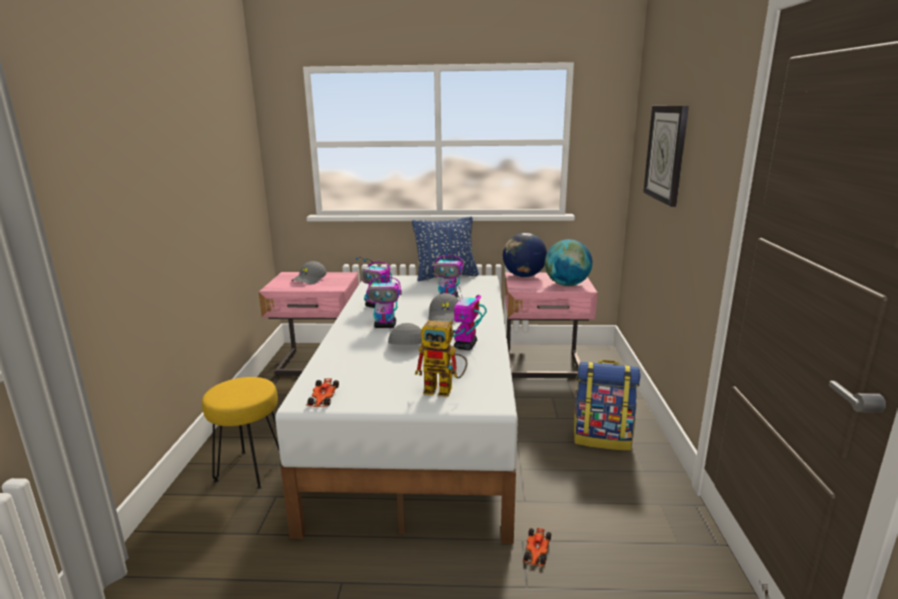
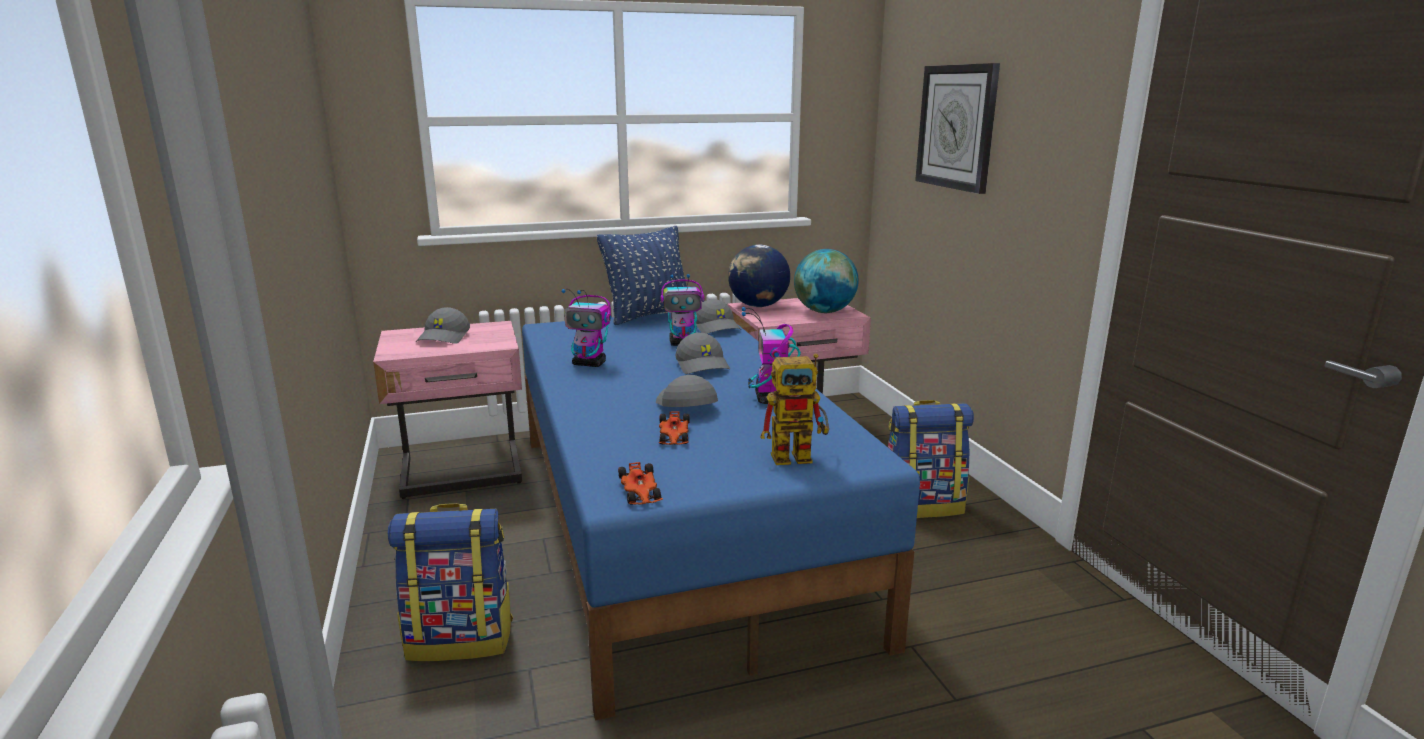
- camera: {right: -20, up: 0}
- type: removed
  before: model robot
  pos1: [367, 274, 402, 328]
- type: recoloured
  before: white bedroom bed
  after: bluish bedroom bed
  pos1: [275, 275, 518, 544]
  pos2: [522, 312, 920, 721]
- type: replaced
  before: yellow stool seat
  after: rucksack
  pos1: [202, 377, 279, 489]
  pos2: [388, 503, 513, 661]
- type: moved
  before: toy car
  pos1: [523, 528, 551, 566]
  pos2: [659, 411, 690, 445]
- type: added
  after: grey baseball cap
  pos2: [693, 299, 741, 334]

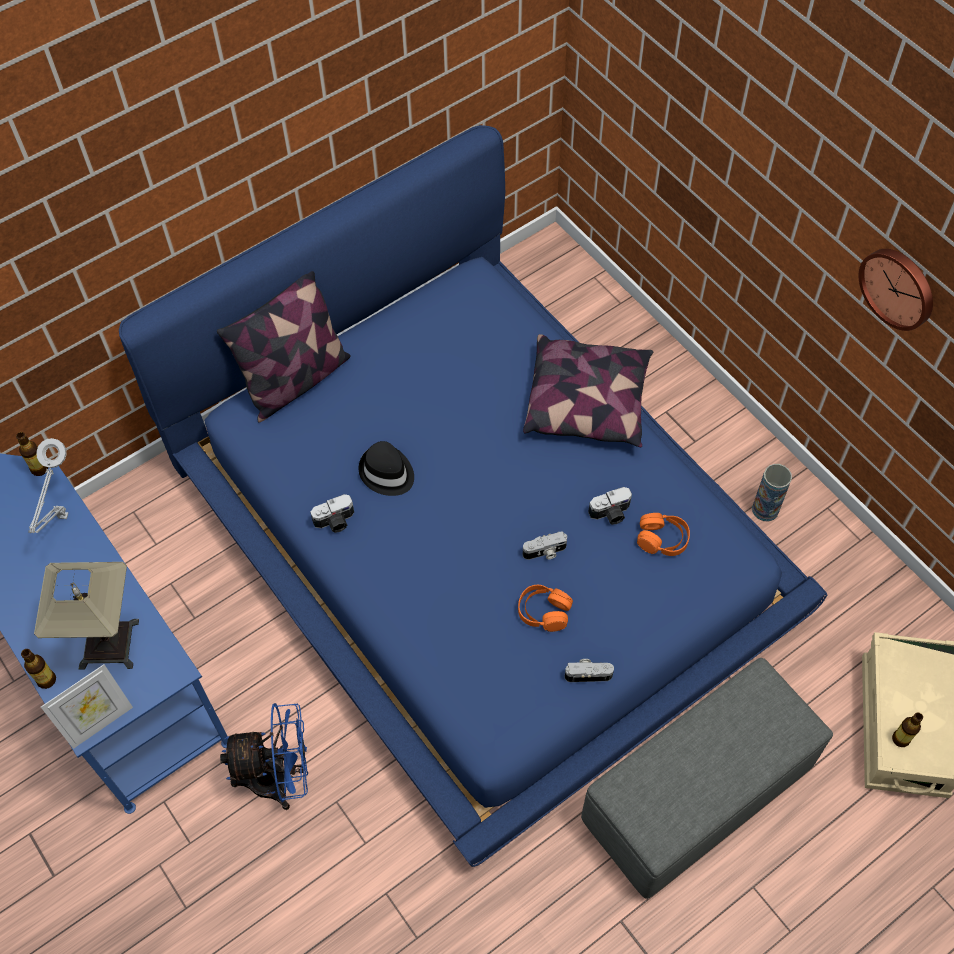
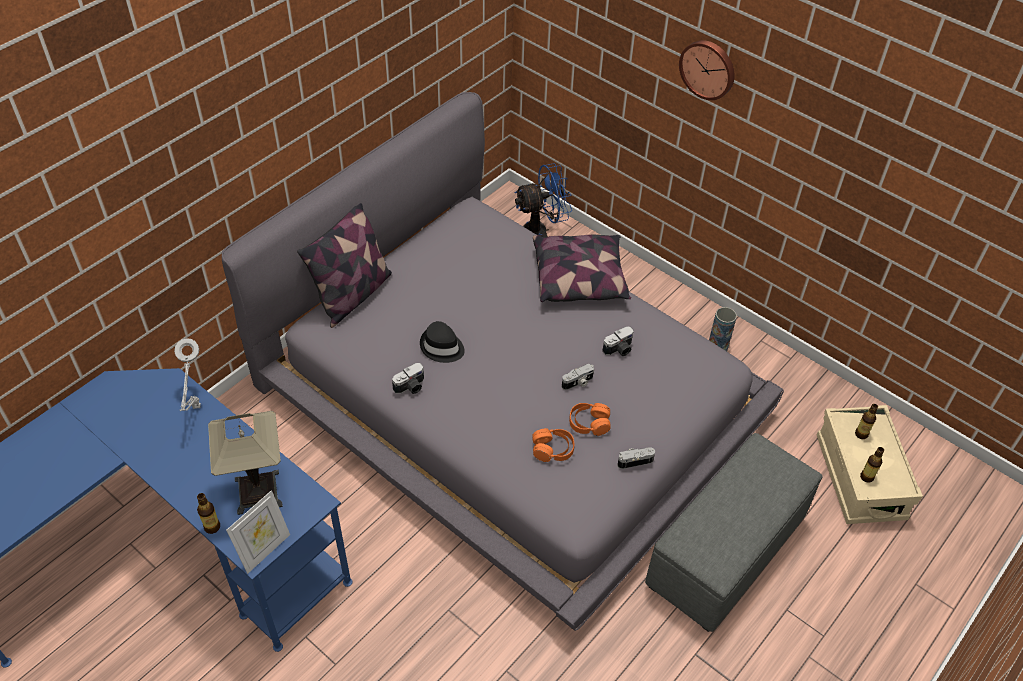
- camera: {right: -15, up: -10}
- type: recoloured
  before: bluish bedroom bed
  after: grey bedroom bed
  pos1: [119, 125, 827, 867]
  pos2: [222, 92, 784, 631]
- type: moved
  before: clock on the wall
  pos1: [859, 249, 933, 331]
  pos2: [679, 40, 735, 100]
- type: moved
  before: beverage bottle
  pos1: [16, 432, 48, 476]
  pos2: [855, 404, 878, 439]
- type: moved
  before: orange-coloured headphones
  pos1: [637, 513, 690, 556]
  pos2: [532, 428, 574, 462]
- type: moved
  before: bluish fan
  pos1: [220, 703, 308, 810]
  pos2: [514, 163, 572, 238]

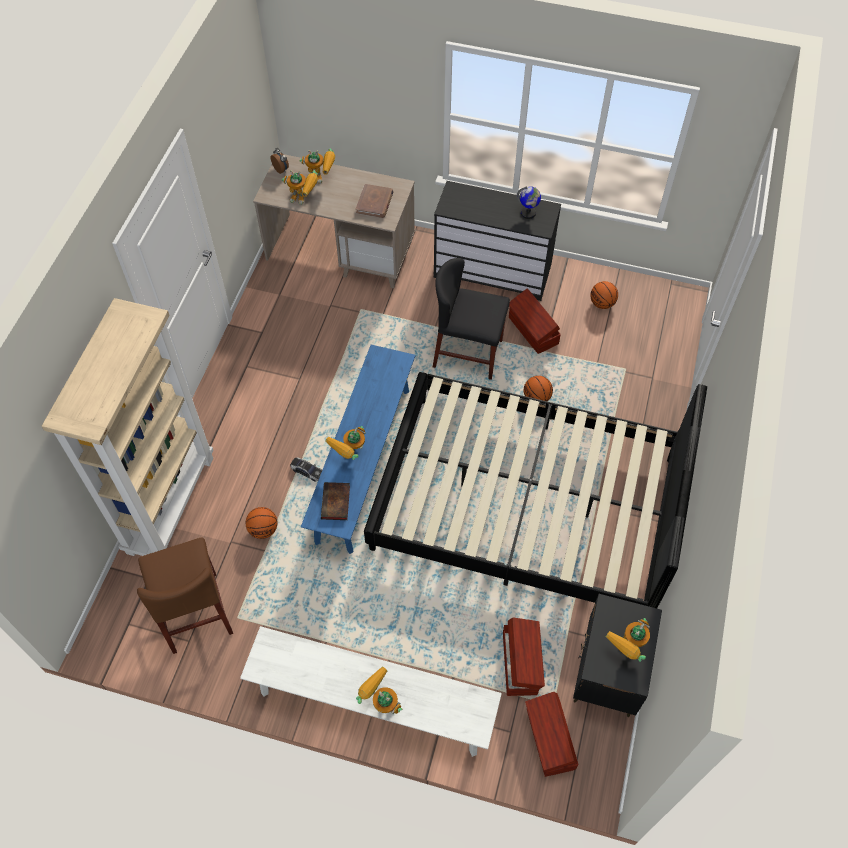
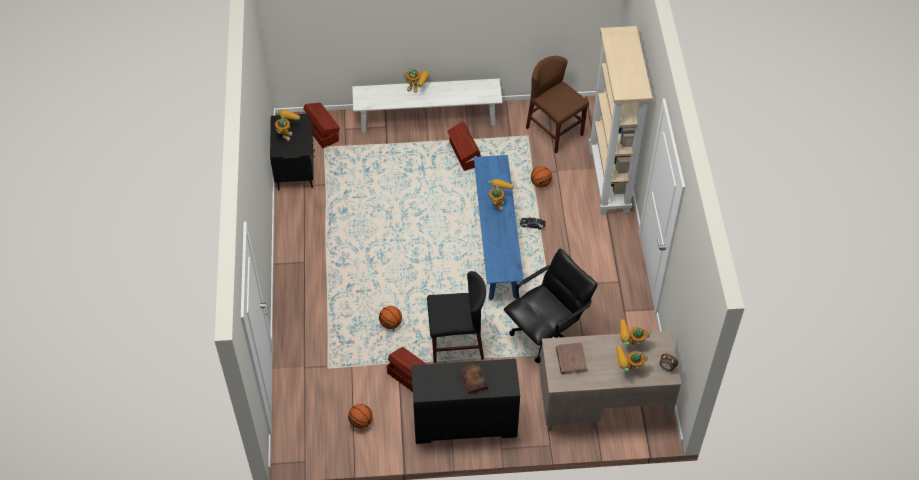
- camera: {right: 160, up: -5}
- type: removed
  before: globe
  pos1: [516, 186, 541, 219]
- type: removed
  before: black-coloured bedroom bed
  pos1: [364, 372, 707, 608]
- type: moved
  before: bound book
  pos1: [321, 482, 350, 520]
  pos2: [459, 362, 488, 394]
- type: moved
  before: brown-coloured storage bin
  pos1: [503, 617, 545, 696]
  pos2: [447, 121, 481, 171]
- type: added
  after: black-coloured office chair
  pos2: [504, 249, 598, 363]

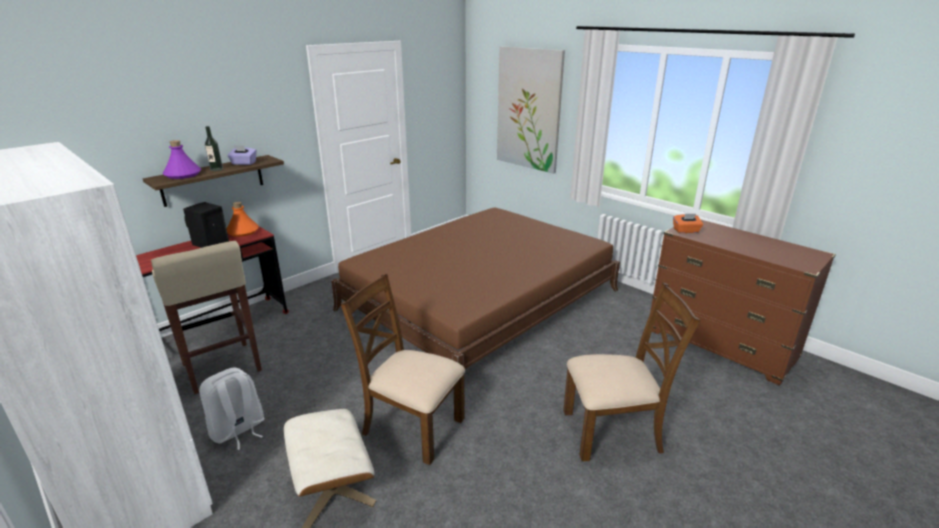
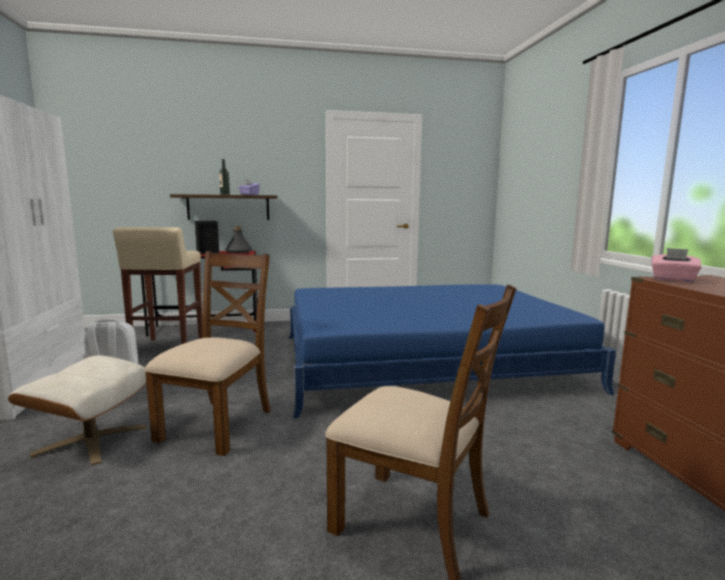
- camera: {right: 35, up: -15}
- type: removed
  before: wall art
  pos1: [497, 46, 565, 174]
- type: removed
  before: purplish beverage bottle
  pos1: [163, 140, 201, 179]
- type: recoloured
  before: orange-coloured beverage bottle
  after: grey beverage bottle
  pos1: [227, 202, 259, 237]
  pos2: [225, 226, 252, 253]
- type: recoloured
  before: brown-coloured bedroom bed
  after: bluish bedroom bed
  pos1: [331, 208, 620, 369]
  pos2: [289, 284, 616, 418]
- type: recoloured
  before: orange-coloured tissue box
  after: pink-coloured tissue box
  pos1: [673, 213, 703, 233]
  pos2: [652, 248, 702, 282]
- type: turned
  before: brown-coloured plain chair
  pos1: [341, 274, 465, 465]
  pos2: [145, 251, 271, 456]
  turn: 45

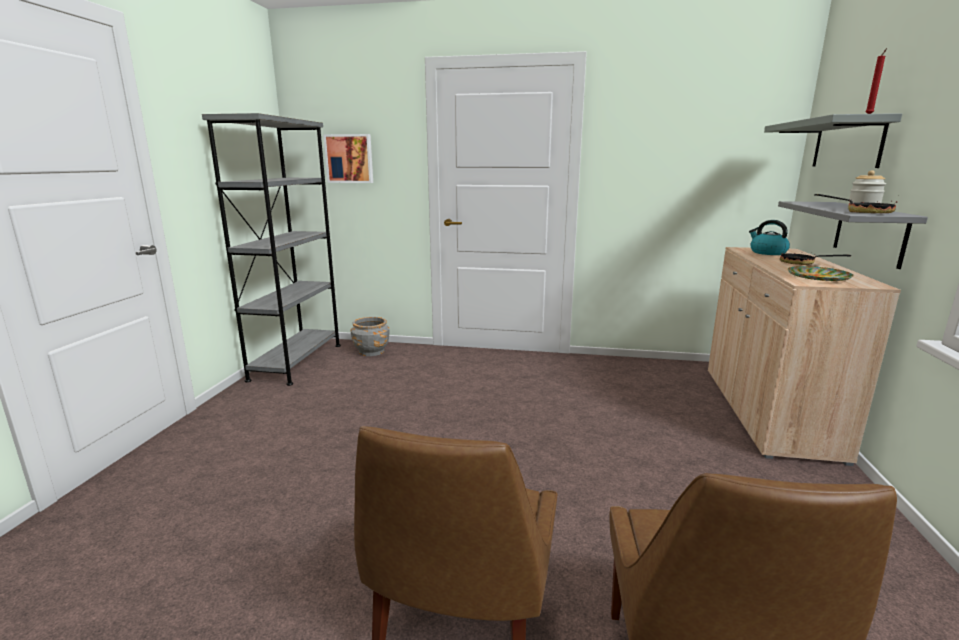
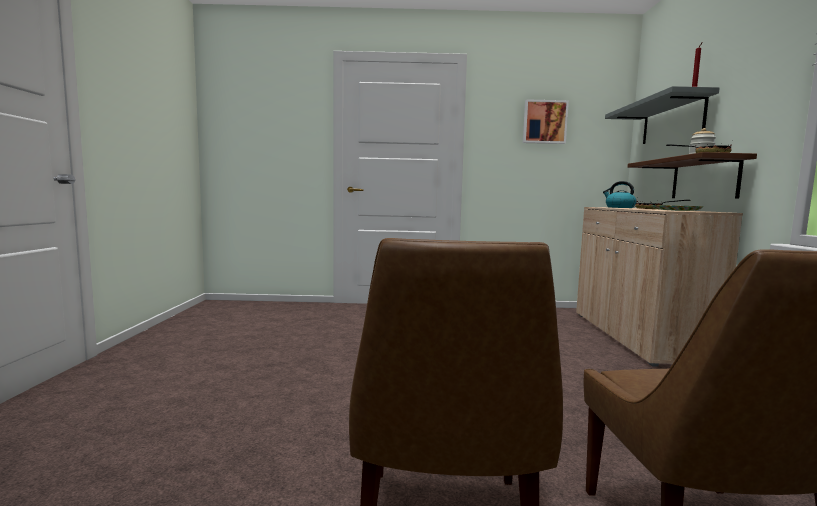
- camera: {right: -10, up: -10}
- type: removed
  before: grey bookcase
  pos1: [202, 113, 341, 386]
- type: moved
  before: wall art
  pos1: [323, 134, 373, 183]
  pos2: [523, 99, 569, 144]
- type: recoloured
  before: grey wall shelf
  after: brown-coloured wall shelf
  pos1: [778, 201, 928, 269]
  pos2: [628, 152, 757, 198]
- type: removed
  before: grey planter
  pos1: [351, 317, 390, 356]

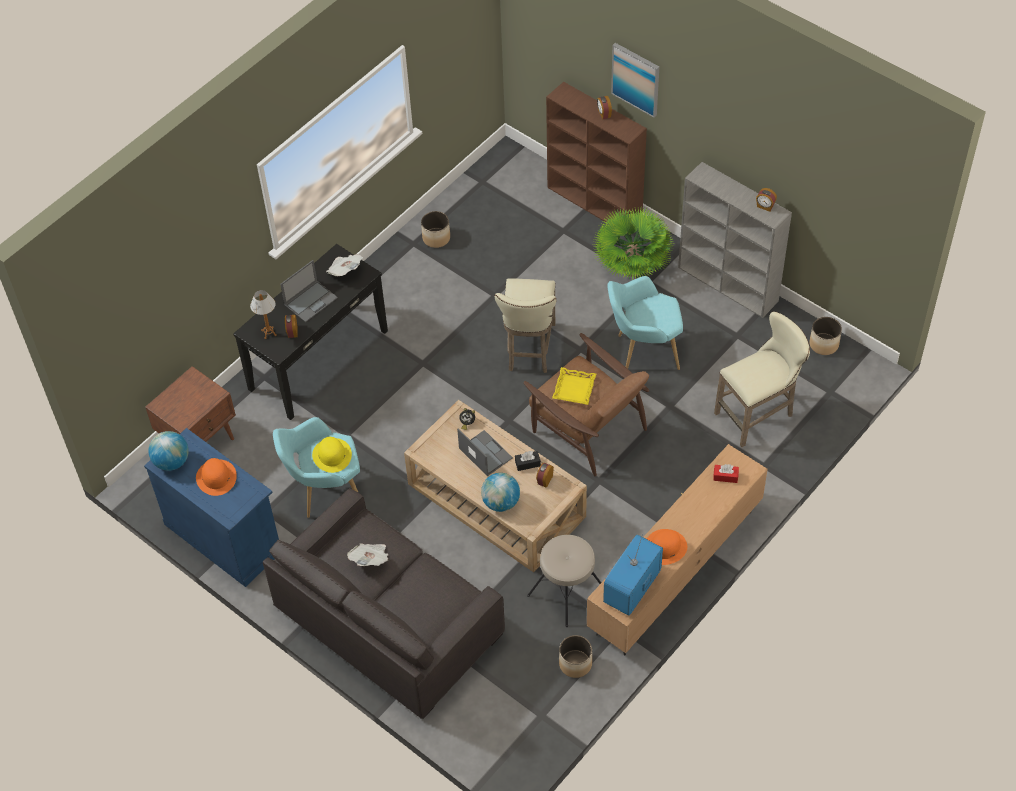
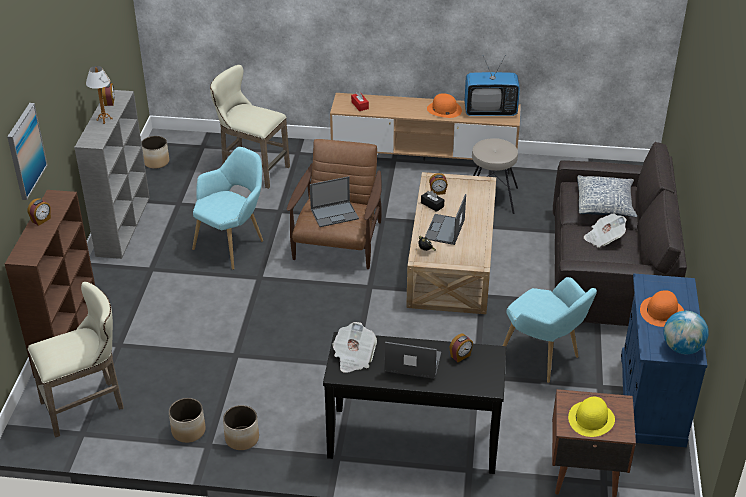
- camera: {right: -125, up: -15}
- type: removed
  before: houseplant
  pos1: [593, 208, 674, 279]
- type: turned
  before: turquoise lounge chair
  pos1: [607, 276, 683, 370]
  pos2: [192, 147, 263, 270]
  turn: -105
- type: moved
  before: sand-coloured stool seat
  pos1: [494, 278, 556, 373]
  pos2: [28, 282, 124, 438]
- type: moved
  before: lamp for a table
  pos1: [250, 290, 277, 339]
  pos2: [86, 66, 113, 124]
- type: replaced
  before: yellow serving tray
  after: notebook computer
  pos1: [552, 367, 596, 405]
  pos2: [310, 176, 359, 227]
- type: moved
  before: yellow clothing hat
  pos1: [312, 437, 352, 473]
  pos2: [568, 397, 615, 437]
- type: removed
  before: globe
  pos1: [481, 473, 520, 512]
- type: moved
  before: planter
  pos1: [559, 635, 592, 678]
  pos2: [223, 405, 259, 450]
- type: added
  after: throw pillow
  pos2: [577, 175, 637, 217]

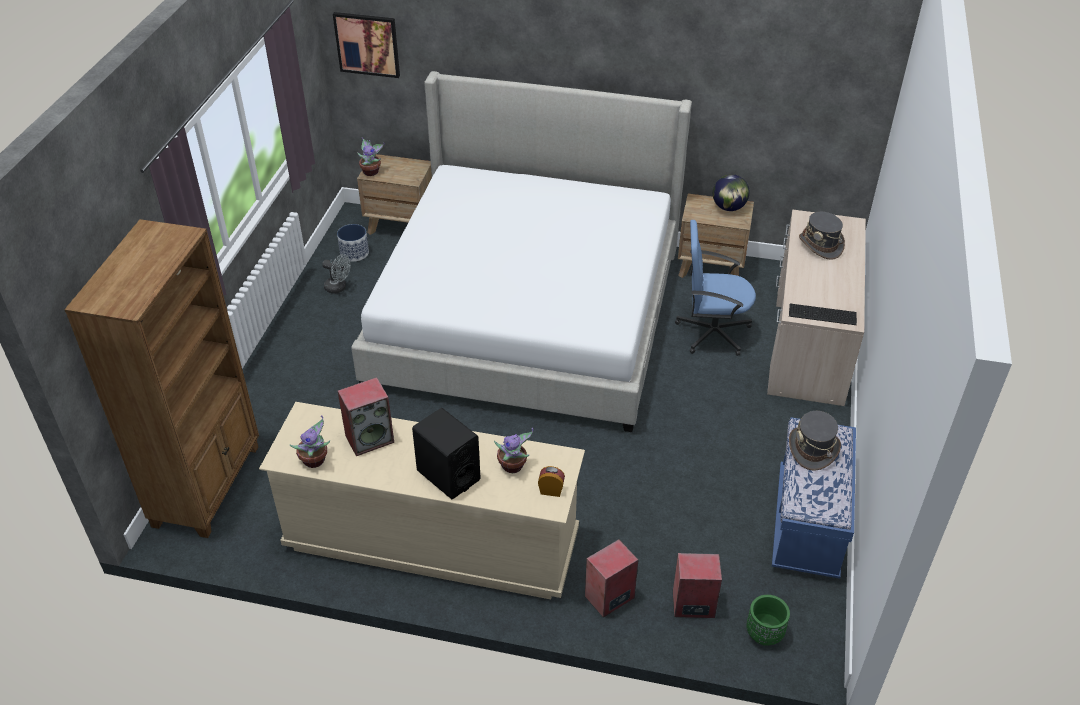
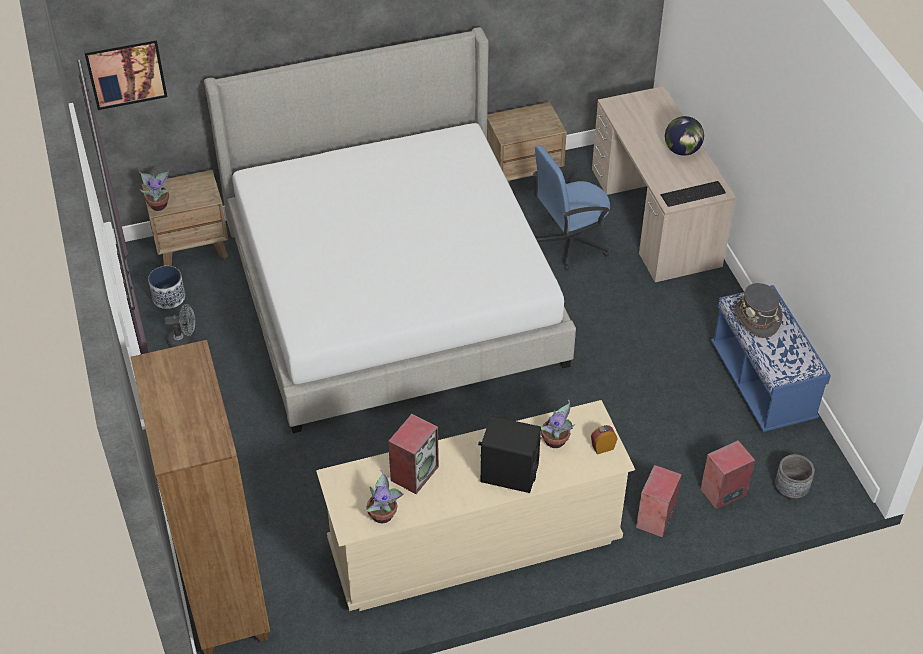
- camera: {right: -30, up: 5}
- type: moved
  before: globe
  pos1: [713, 174, 750, 211]
  pos2: [665, 116, 704, 156]
- type: removed
  before: grey clothing hat
  pos1: [799, 212, 845, 260]
- type: recoloured
  before: green planter
  after: grey planter
  pos1: [746, 595, 790, 646]
  pos2: [775, 454, 815, 500]

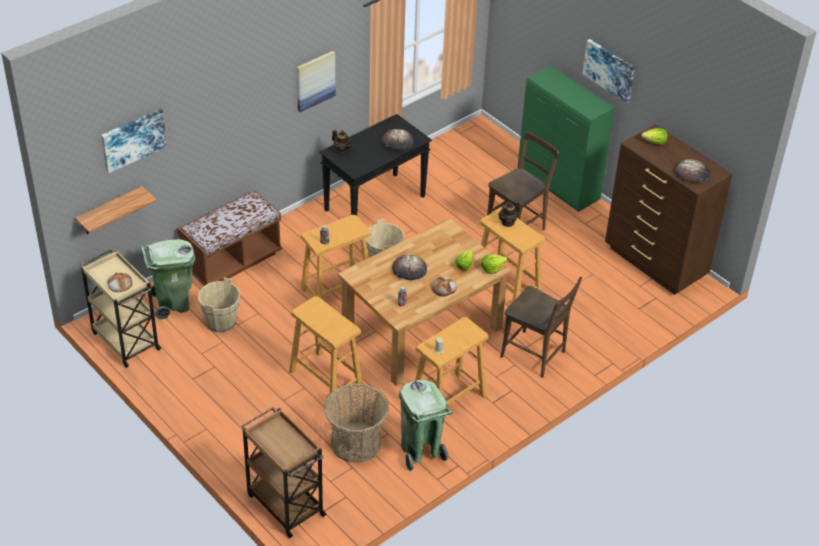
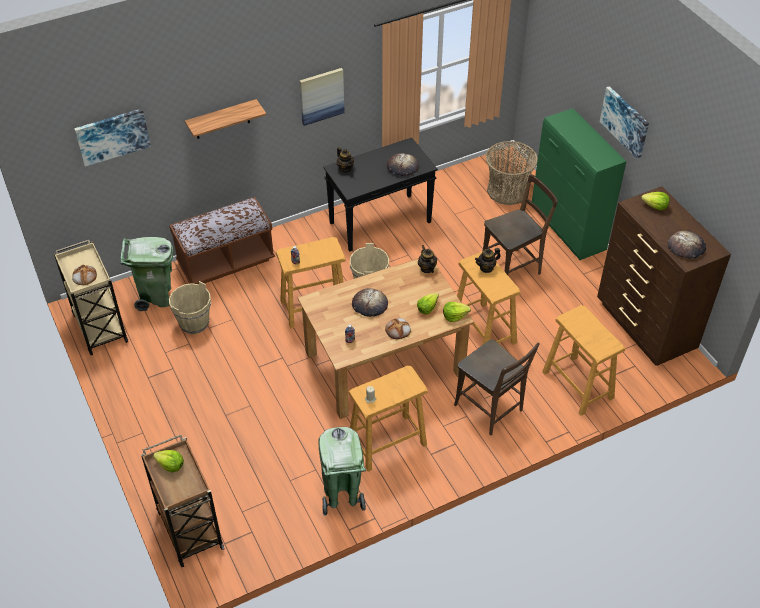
- camera: {right: 15, up: 5}
- type: moved
  before: wall shelf
  pos1: [75, 186, 157, 234]
  pos2: [185, 99, 266, 139]
- type: moved
  before: sand-coloured stool seat
  pos1: [289, 296, 363, 406]
  pos2: [542, 305, 625, 416]
- type: moved
  before: household basket
  pos1: [324, 383, 389, 463]
  pos2: [486, 141, 538, 205]
- type: added
  after: tea pot
  pos2: [418, 245, 437, 273]
- type: added
  after: head of lettuce
  pos2: [153, 450, 184, 472]

